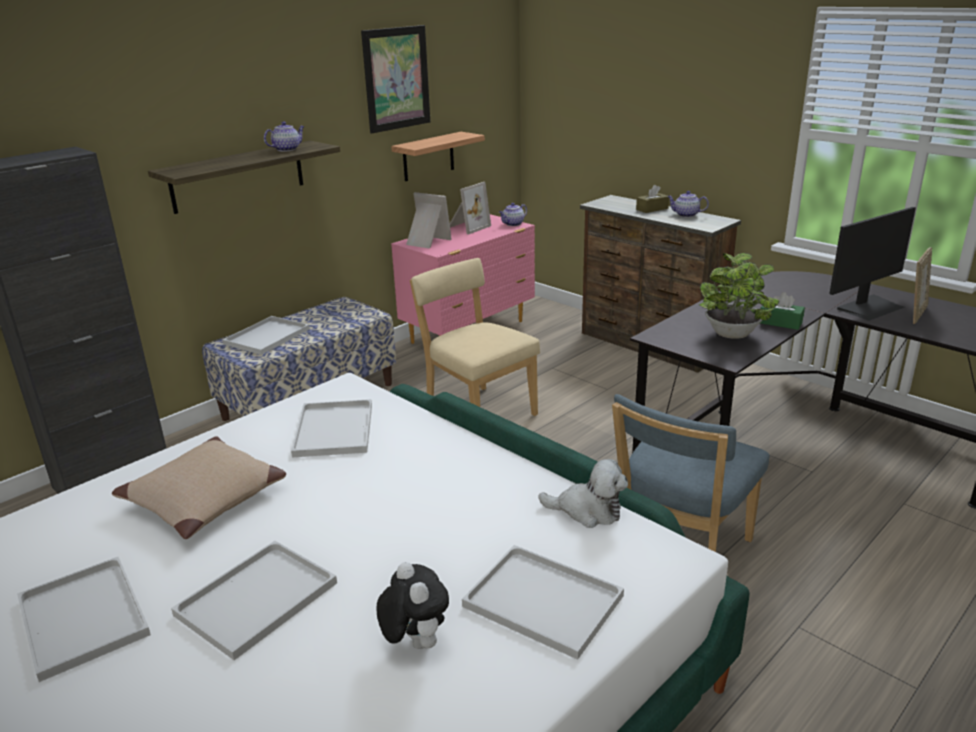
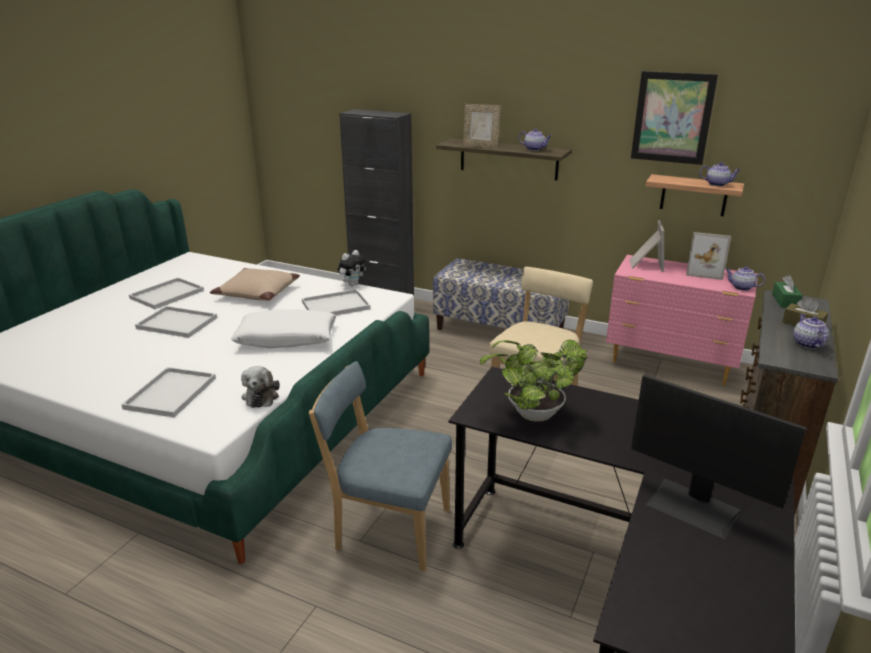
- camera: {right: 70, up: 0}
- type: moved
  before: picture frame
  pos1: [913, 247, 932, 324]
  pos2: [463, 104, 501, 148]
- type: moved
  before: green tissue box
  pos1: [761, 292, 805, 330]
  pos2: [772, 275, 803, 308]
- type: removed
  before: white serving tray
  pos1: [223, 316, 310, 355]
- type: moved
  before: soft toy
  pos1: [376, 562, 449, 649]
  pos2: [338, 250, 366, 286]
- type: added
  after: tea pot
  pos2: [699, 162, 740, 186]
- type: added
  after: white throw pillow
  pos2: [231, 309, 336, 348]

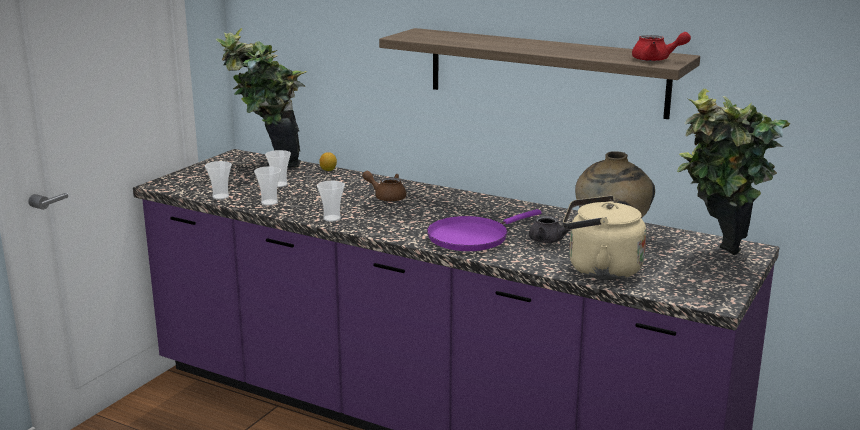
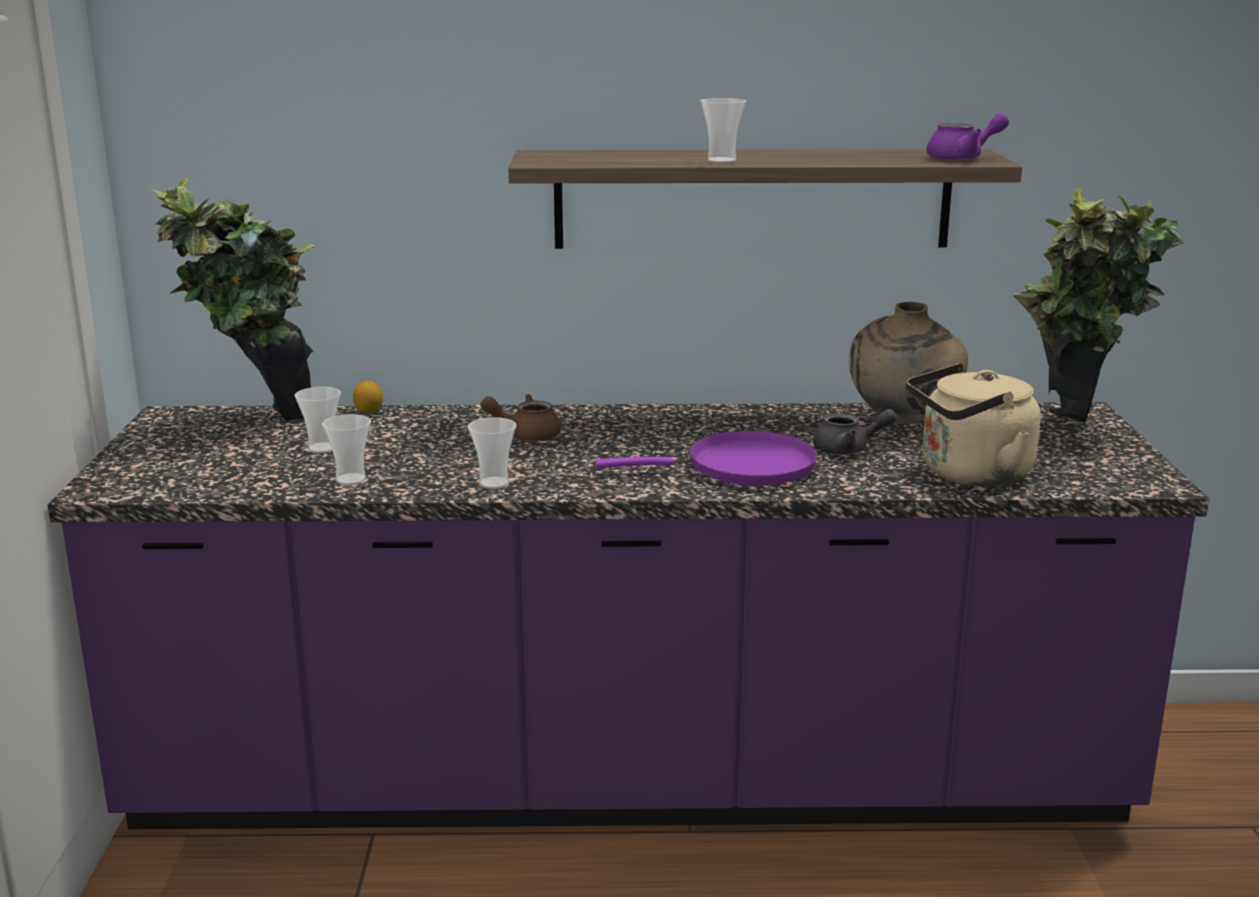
- camera: {right: -30, up: 0}
- type: recoloured
  before: red tea pot
  after: purplish tea pot
  pos1: [632, 32, 691, 61]
  pos2: [926, 113, 1009, 161]
- type: moved
  before: cup
  pos1: [205, 161, 232, 200]
  pos2: [700, 98, 747, 163]
- type: turned
  before: purplish frying pan
  pos1: [427, 209, 541, 251]
  pos2: [595, 431, 818, 486]
  turn: -120

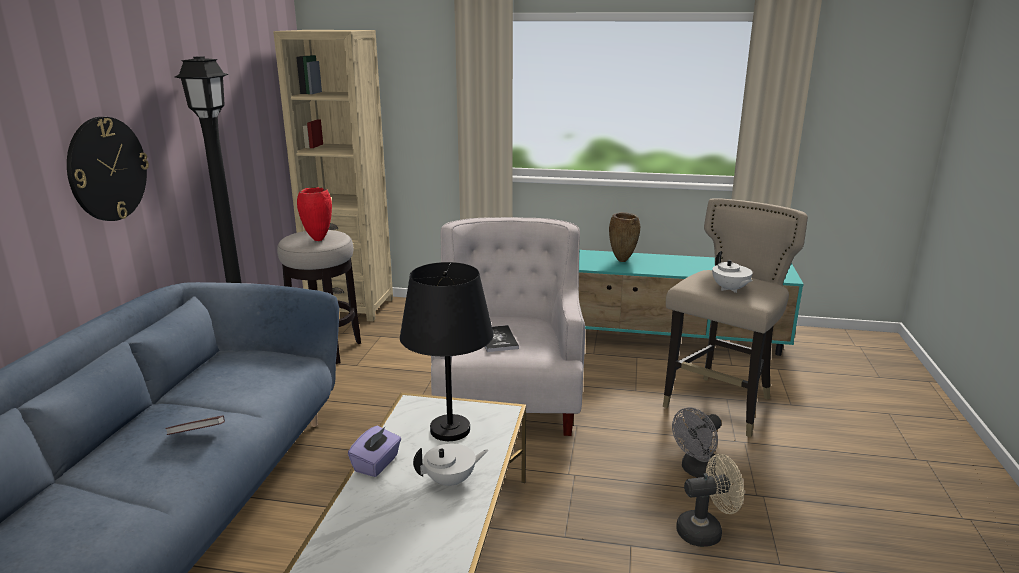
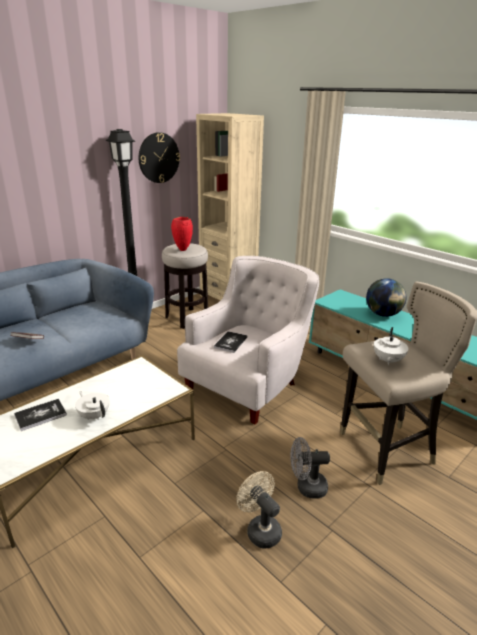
- camera: {right: 35, up: 5}
- type: moved
  before: clock on the wall
  pos1: [67, 117, 149, 221]
  pos2: [139, 132, 180, 183]
- type: replaced
  before: brown-coloured flower vase
  after: globe
  pos1: [609, 212, 640, 262]
  pos2: [366, 278, 406, 317]
- type: removed
  before: black-coloured lamp for a table
  pos1: [400, 262, 494, 441]
- type: removed
  before: purplish tissue box
  pos1: [348, 426, 401, 477]
- type: turned
  before: white tea pot
  pos1: [413, 444, 488, 490]
  pos2: [75, 391, 110, 420]
  turn: -150
- type: turned
  before: sand-coloured fan
  pos1: [676, 454, 744, 547]
  pos2: [236, 471, 282, 548]
  turn: -150
- type: added
  after: bound book
  pos2: [14, 399, 67, 431]

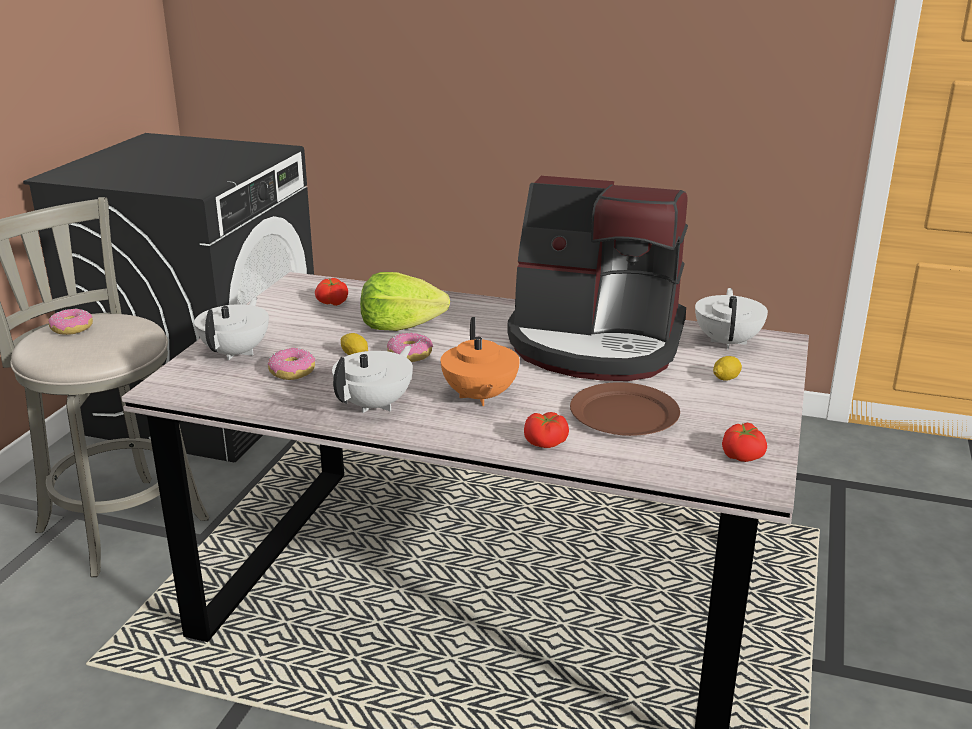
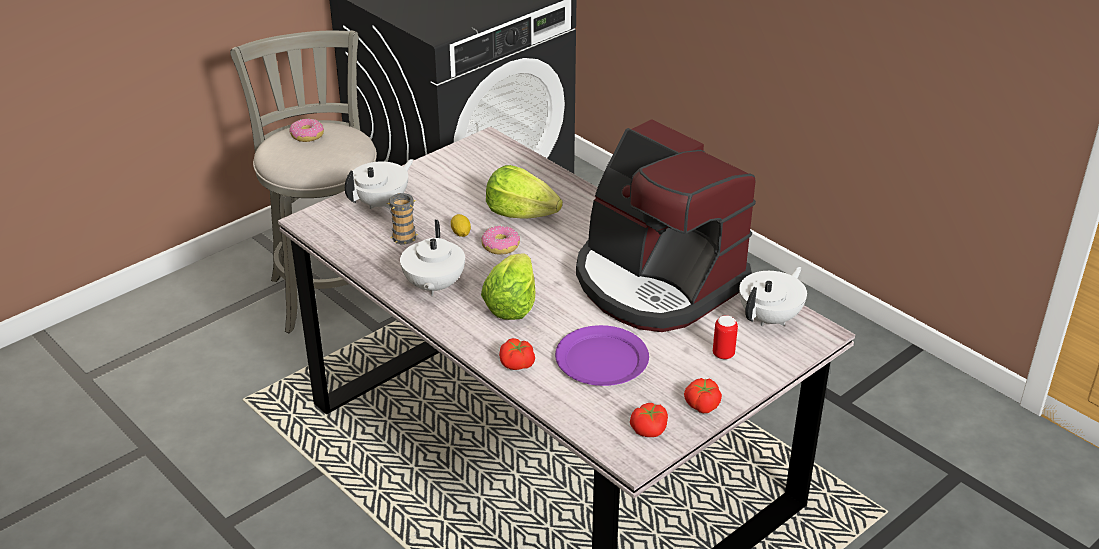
- camera: {right: 30, up: 10}
- type: moved
  before: whole tomato
  pos1: [315, 278, 348, 306]
  pos2: [684, 378, 722, 413]
- type: replaced
  before: orange-coloured tea pot
  after: head of lettuce
  pos1: [441, 317, 520, 406]
  pos2: [481, 253, 535, 320]
- type: turned
  before: white tea pot
  pos1: [332, 345, 413, 413]
  pos2: [400, 220, 465, 296]
  turn: 120
- type: replaced
  before: donut
  after: mug
  pos1: [268, 347, 315, 380]
  pos2: [387, 193, 418, 244]
- type: replaced
  before: whole lemon
  after: can
  pos1: [713, 356, 742, 381]
  pos2: [713, 315, 738, 359]
- type: recoloured
  before: brown-coloured plate
  after: purplish plate
  pos1: [570, 382, 680, 436]
  pos2: [555, 325, 649, 386]

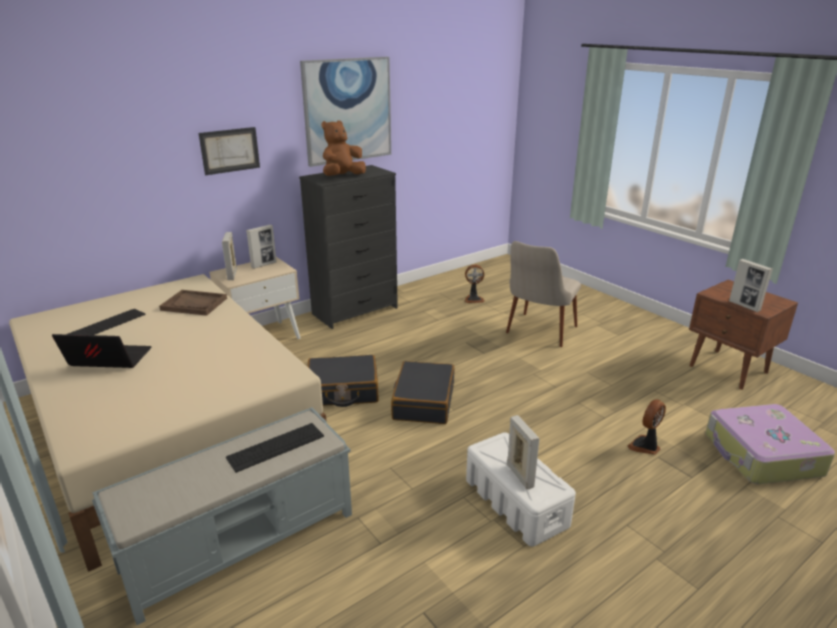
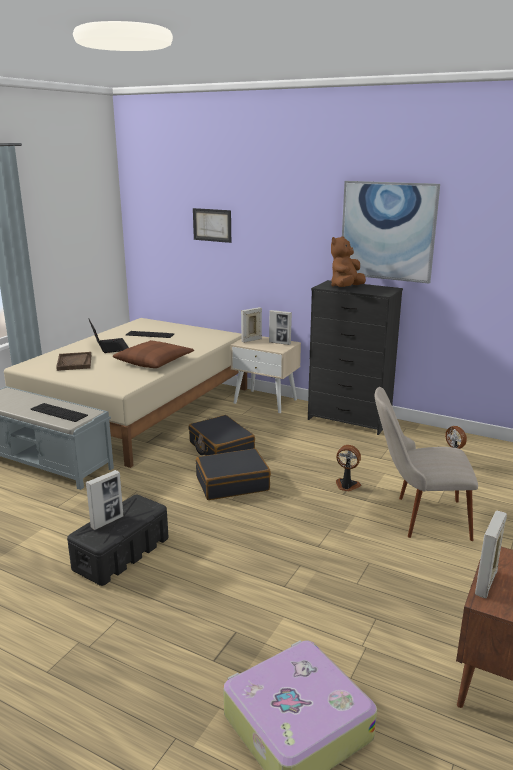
- camera: {right: 65, up: -5}
- type: turned
  before: brown-coloured soft toy
  pos1: [322, 121, 366, 176]
  pos2: [331, 236, 366, 287]
  turn: -75
- type: moved
  before: wall art
  pos1: [199, 127, 260, 175]
  pos2: [193, 208, 231, 243]
- type: moved
  before: brown-coloured serving tray
  pos1: [159, 290, 227, 316]
  pos2: [56, 352, 91, 371]
- type: moved
  before: fan
  pos1: [627, 399, 666, 455]
  pos2: [336, 445, 361, 492]
- type: recoloured
  before: white storage bin
  after: black-coloured storage bin
  pos1: [466, 432, 576, 547]
  pos2: [67, 495, 168, 586]
- type: added
  after: brown-coloured throw pillow
  pos2: [113, 340, 194, 368]

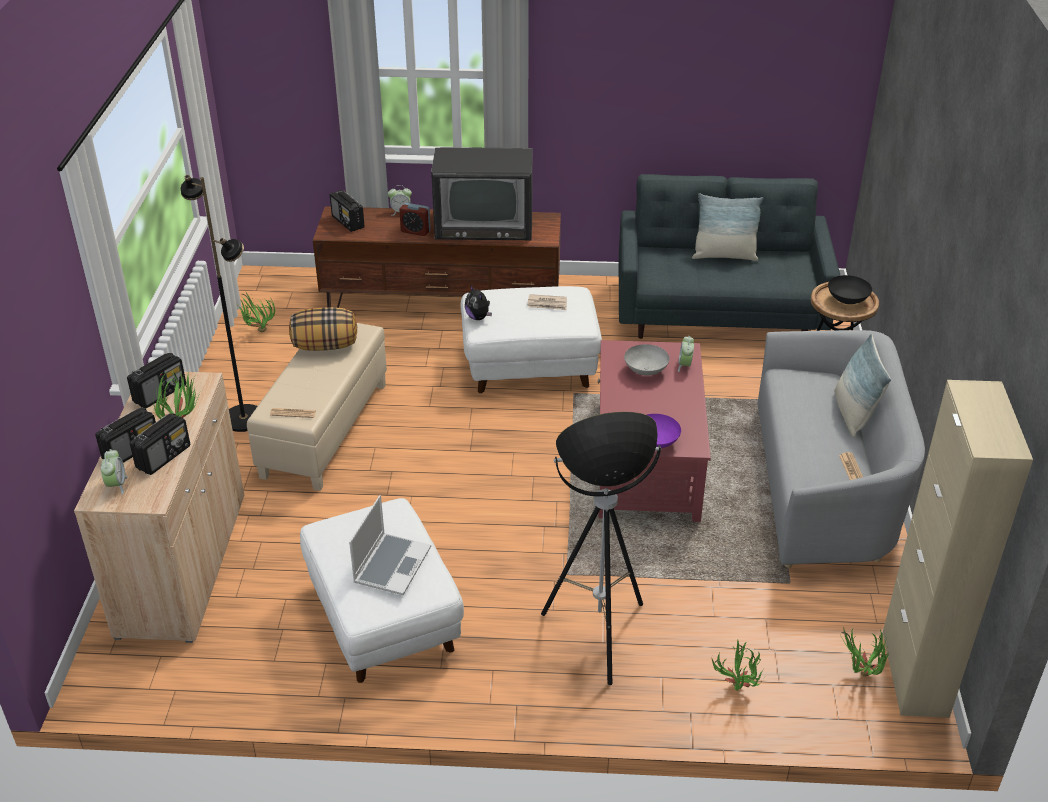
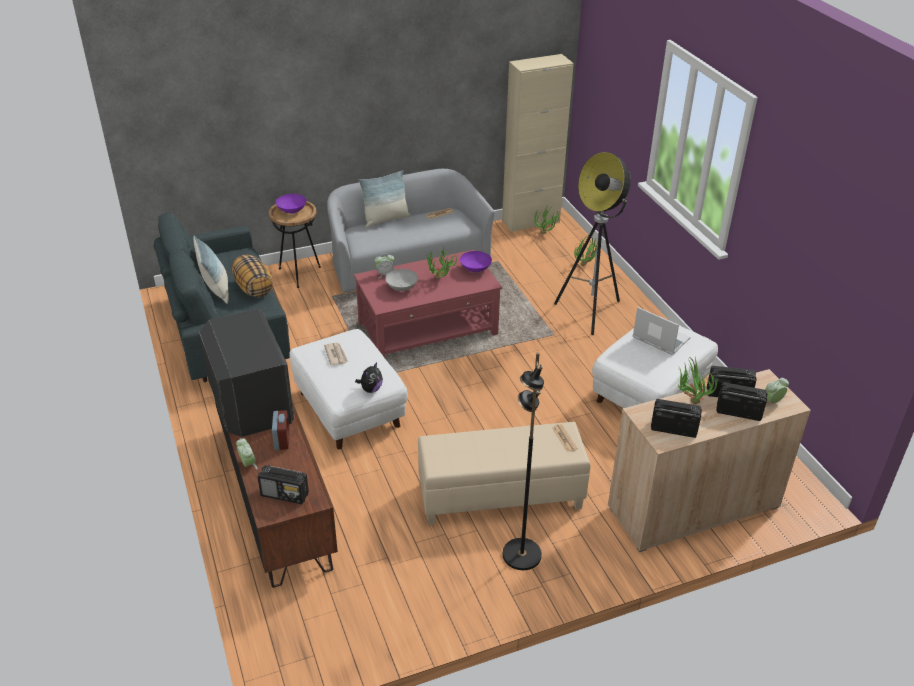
- camera: {right: -115, up: 0}
- type: turned
  before: radio
  pos1: [330, 190, 365, 232]
  pos2: [258, 465, 309, 504]
  turn: 75
- type: recoloured
  before: black-coloured bowl
  after: purplish bowl
  pos1: [828, 275, 872, 304]
  pos2: [276, 194, 306, 214]
- type: moved
  before: houseplant
  pos1: [238, 292, 275, 332]
  pos2: [427, 246, 457, 279]
- type: moved
  before: throw pillow
  pos1: [289, 307, 357, 351]
  pos2: [232, 254, 273, 297]
- type: turned
  before: notebook computer
  pos1: [349, 495, 431, 595]
  pos2: [633, 307, 691, 355]
  turn: 45

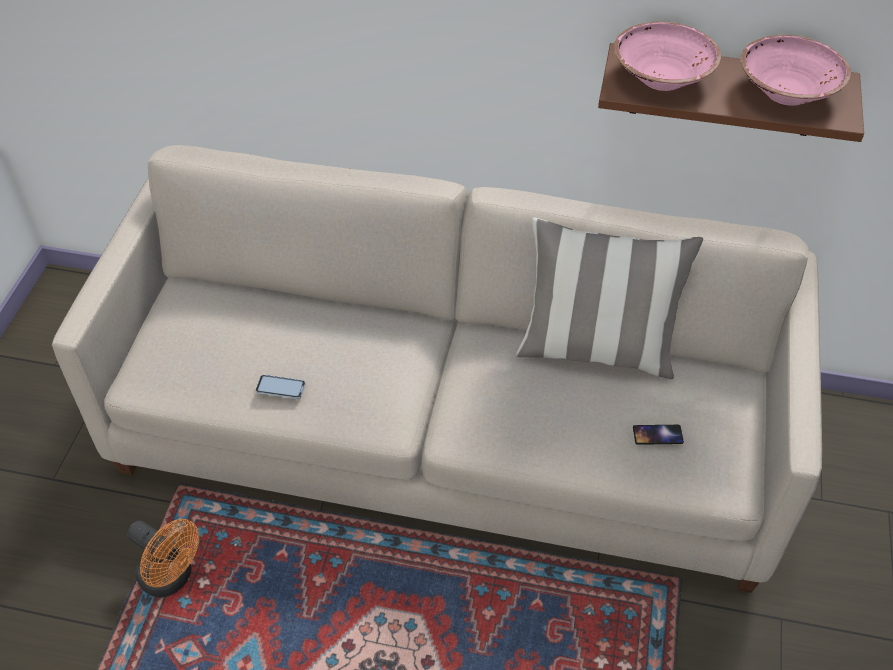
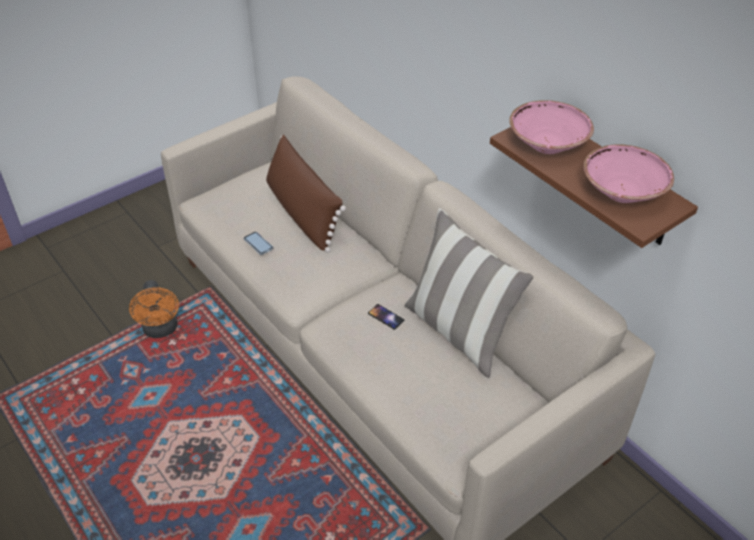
- camera: {right: 40, up: -5}
- type: moved
  before: handset
  pos1: [633, 425, 684, 445]
  pos2: [368, 304, 404, 329]
- type: added
  after: brown-coloured throw pillow
  pos2: [266, 134, 346, 253]

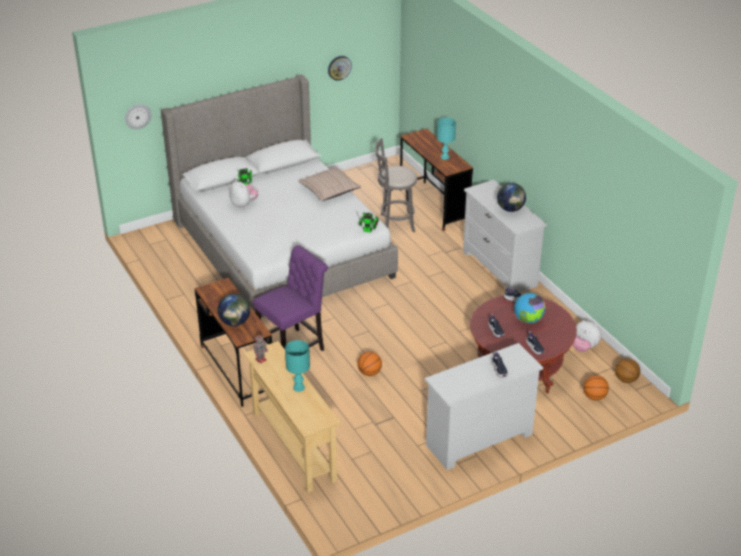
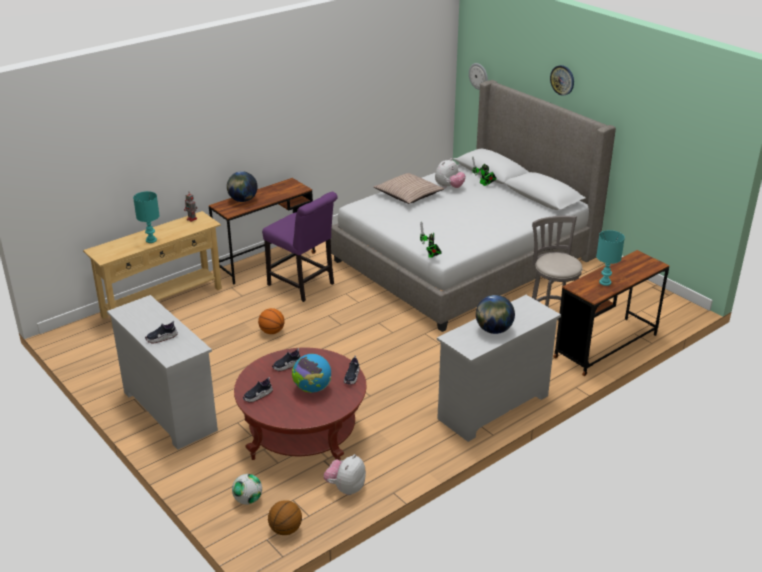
- camera: {right: 80, up: -5}
- type: moved
  before: clock on the wall
  pos1: [328, 56, 352, 81]
  pos2: [550, 65, 574, 96]
- type: moved
  before: throw pillow
  pos1: [298, 167, 361, 201]
  pos2: [374, 173, 444, 204]
- type: replaced
  before: basketball ball
  after: football ball
  pos1: [583, 375, 609, 401]
  pos2: [232, 474, 262, 505]

